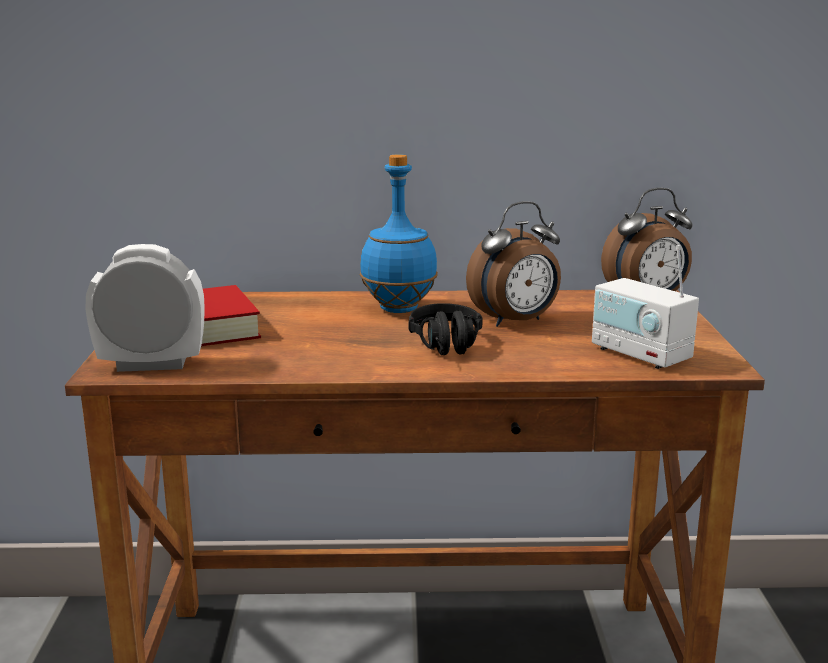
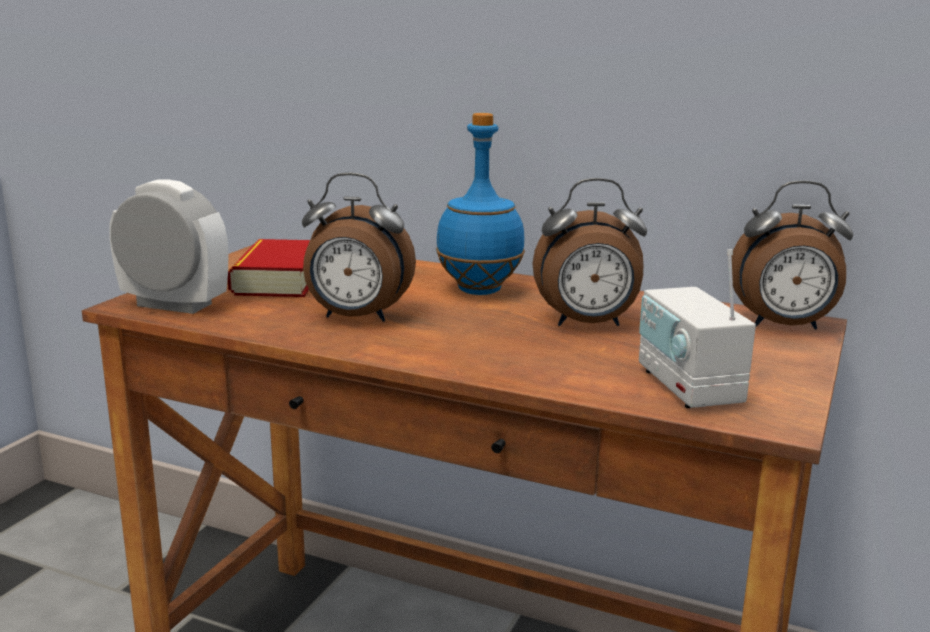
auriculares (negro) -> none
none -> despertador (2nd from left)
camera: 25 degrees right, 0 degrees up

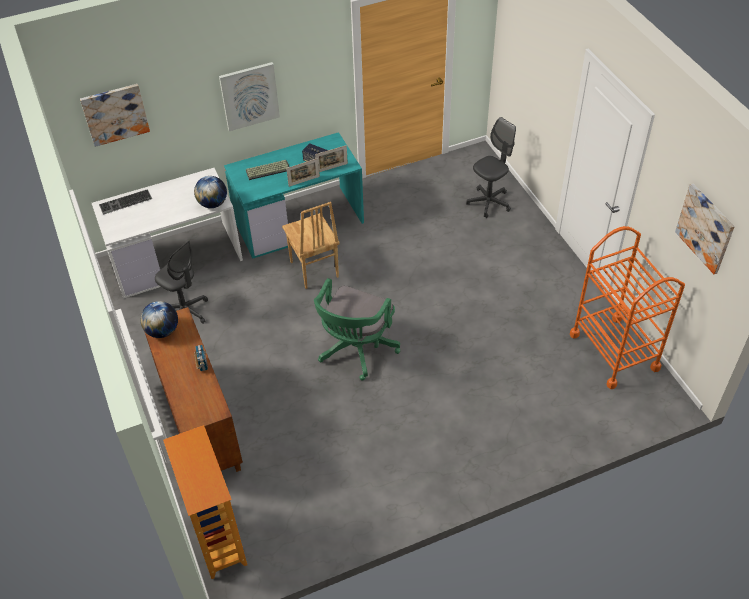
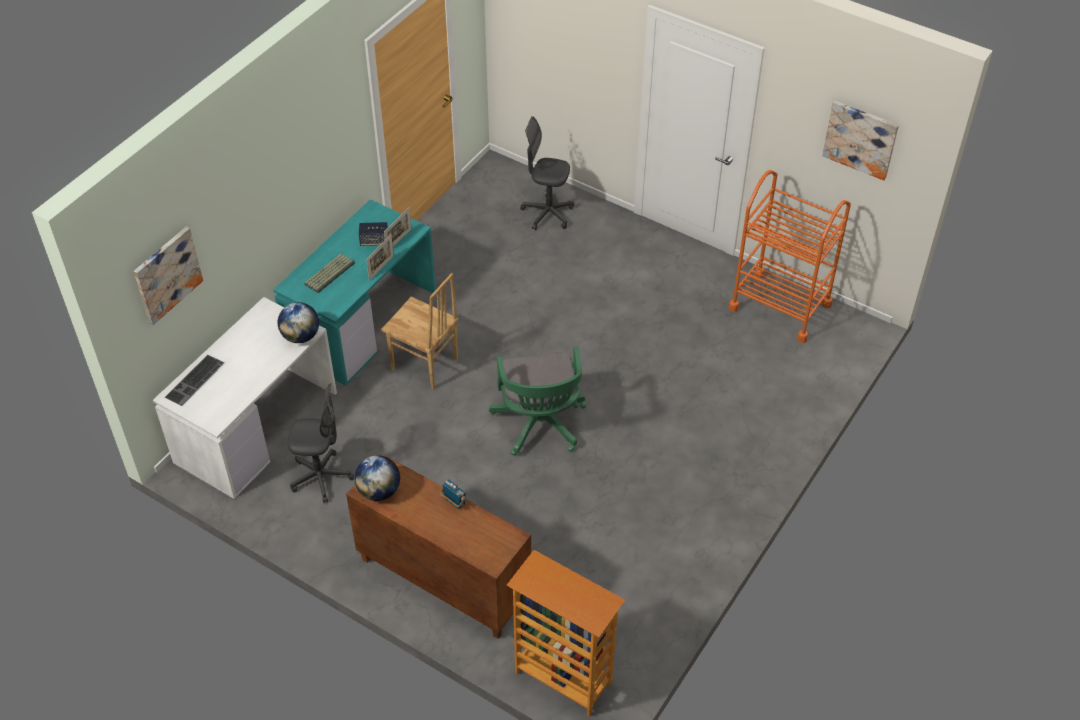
cuadro (2nd from left) -> none
silla de oficina (gris) (2nd from left), 90 degrees counterclockwise
camera: 35 degrees left, 0 degrees up

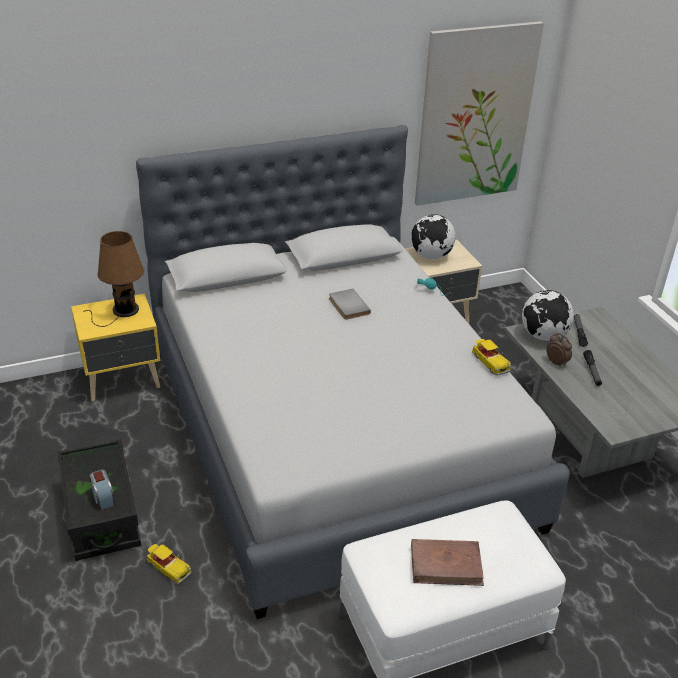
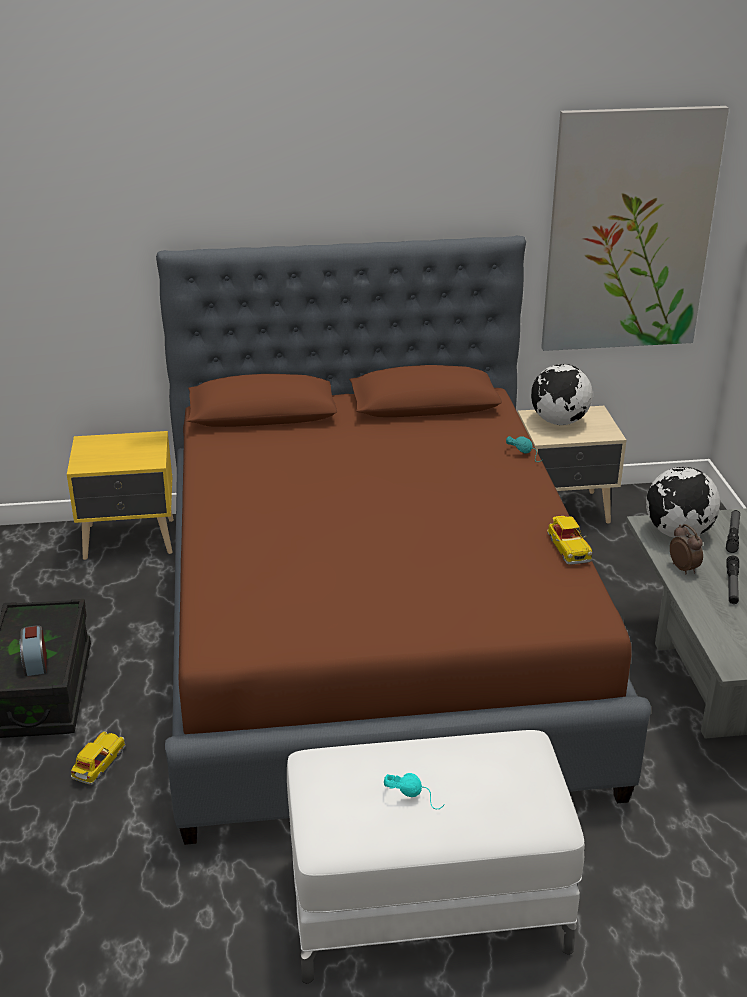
lámpara de mesa (marrón) -> none
cama (gris) -> cama (marrón)
coche de juguete (1st from left), 120 degrees counterclockwise
libro (gris) -> none
libro (marrón) -> auriculares (turquesa) (1st from left)
camera: 15 degrees right, 5 degrees down

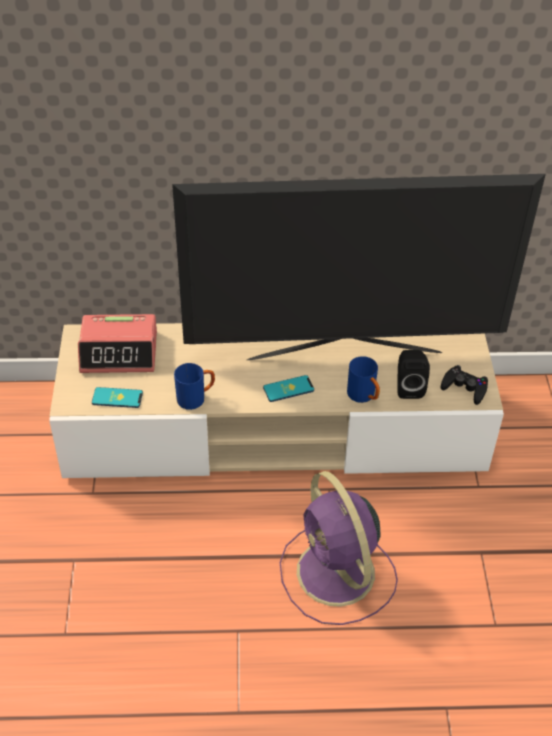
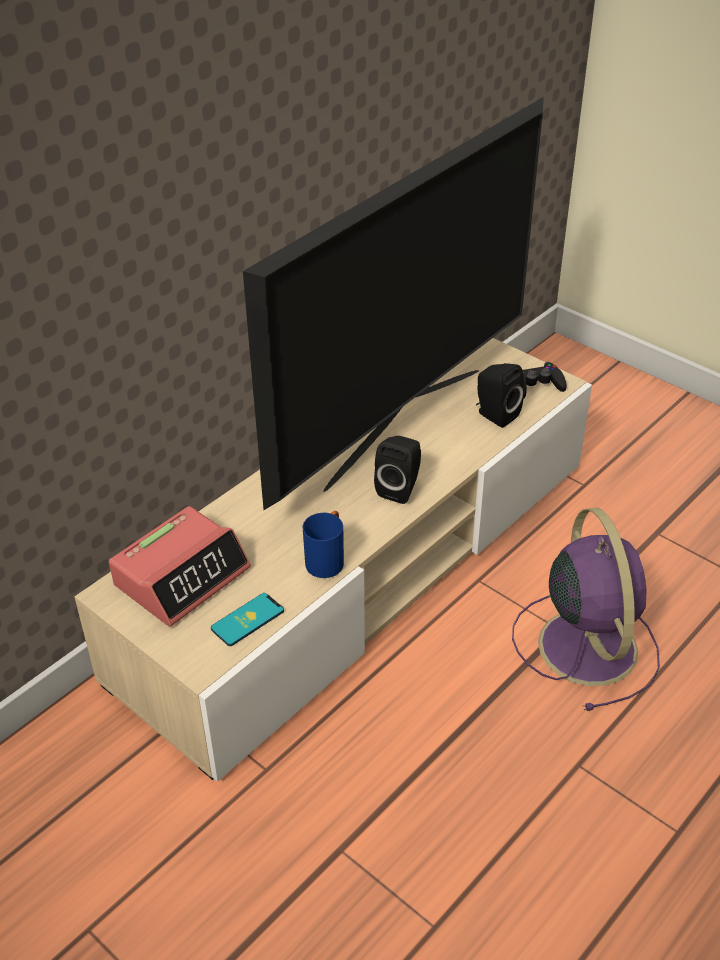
móvil (2nd from left) -> altavoz (negro) (1st from left)
ventilador (morado), 120 degrees counterclockwise
taza grande (azul) (2nd from left) -> none
camera: 45 degrees left, 5 degrees down

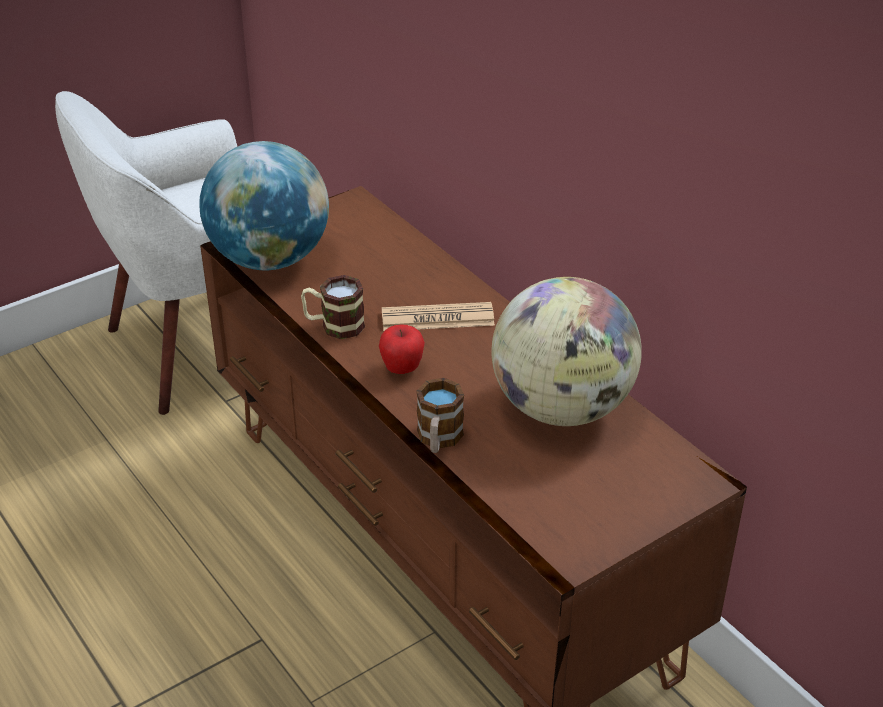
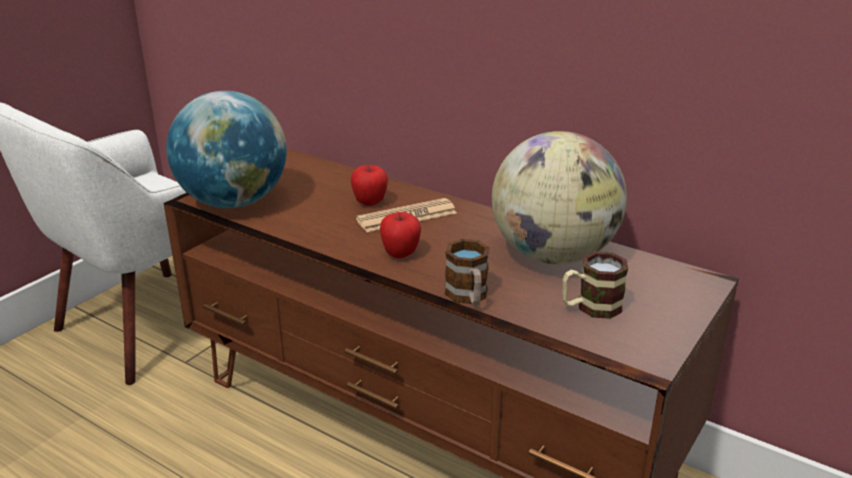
taza grande (1st from left in the first image) -> taza grande (2nd from left), moved
none -> manzana (1st from left)
camera: 20 degrees left, 10 degrees down

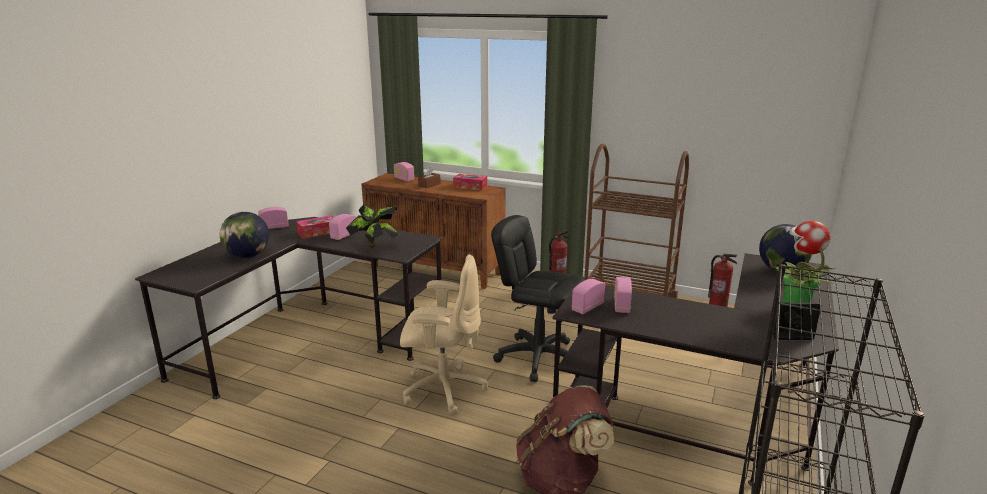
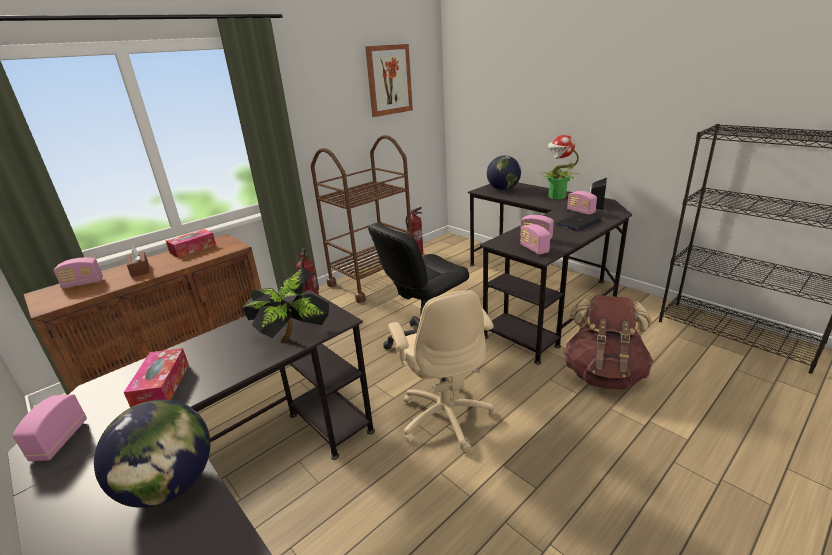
radio (2nd from left in the first image) -> radio (5th from left), moved
silla de oficina (beis), 135 degrees clockwise
none -> cuadro
none -> portátil
camera: 65 degrees left, 5 degrees up

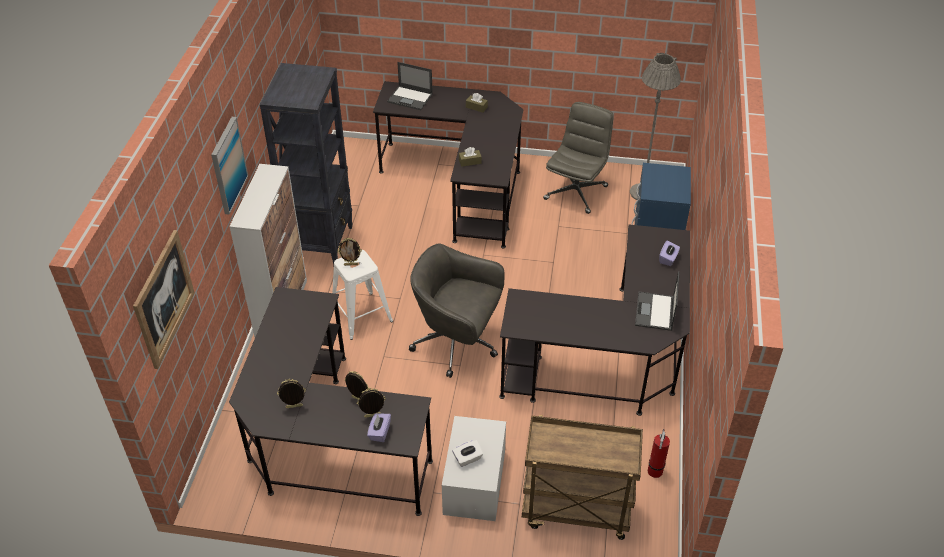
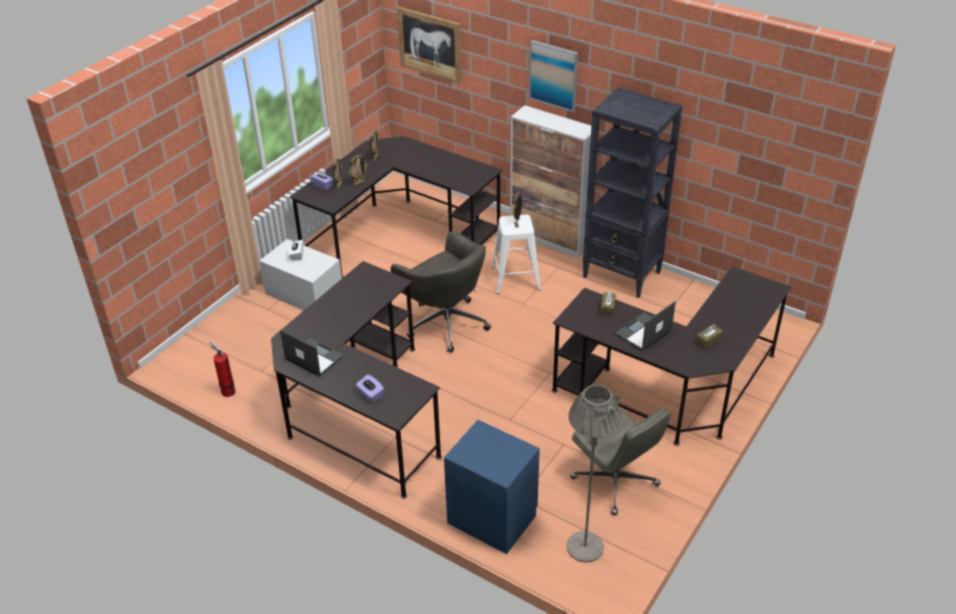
portátil (1st from left in the first image) -> portátil (2nd from left), moved
silla de oficina (gris) (1st from left), 90 degrees clockwise
carrito (marrón) -> none
camera: 115 degrees right, 5 degrees down

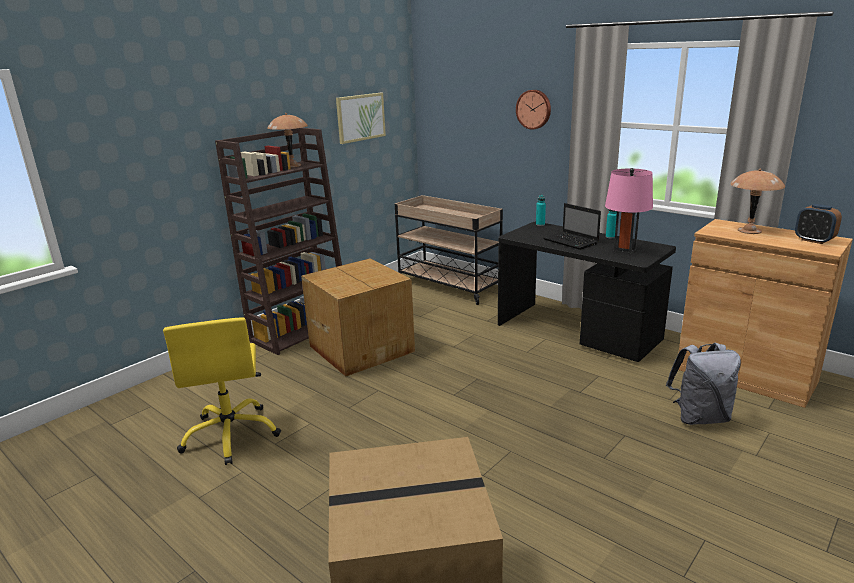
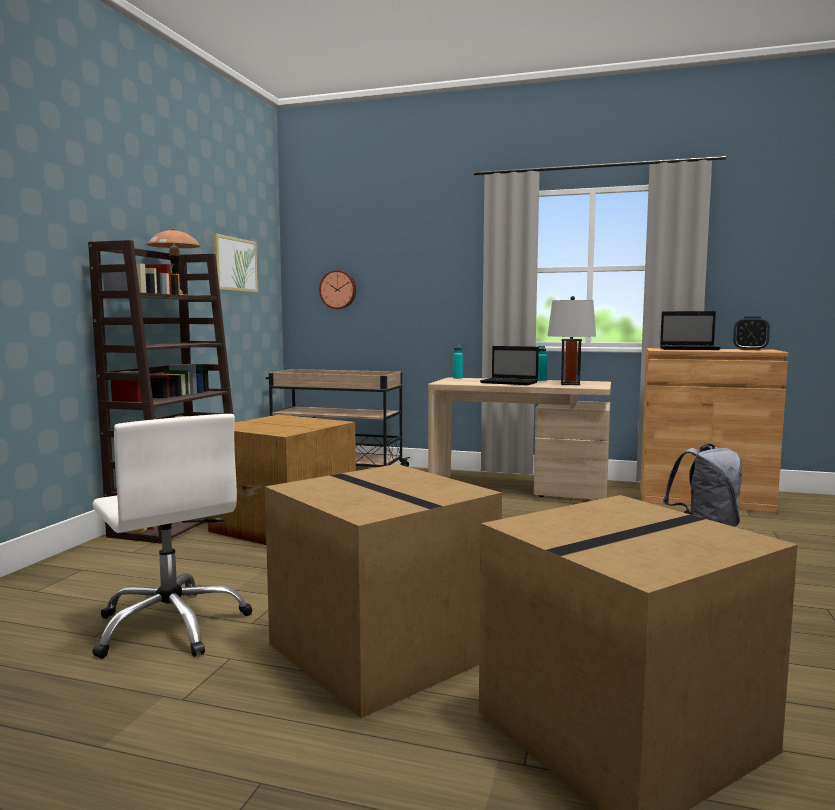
silla de oficina (amarillo) -> silla de oficina (blanco)
escritorio (negro) -> escritorio (beis)
reloj de pared, moved
lámpara de mesa (rosa) -> lámpara de mesa (gris)
lámpara de mesa (marrón) (2nd from left) -> portátil (2nd from left)
none -> caja de cartón (2nd from left)
camera: 25 degrees left, 15 degrees down

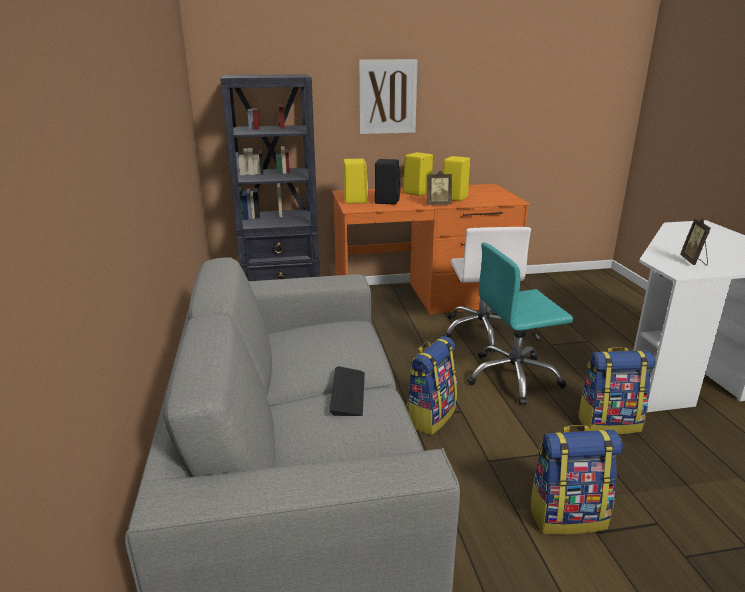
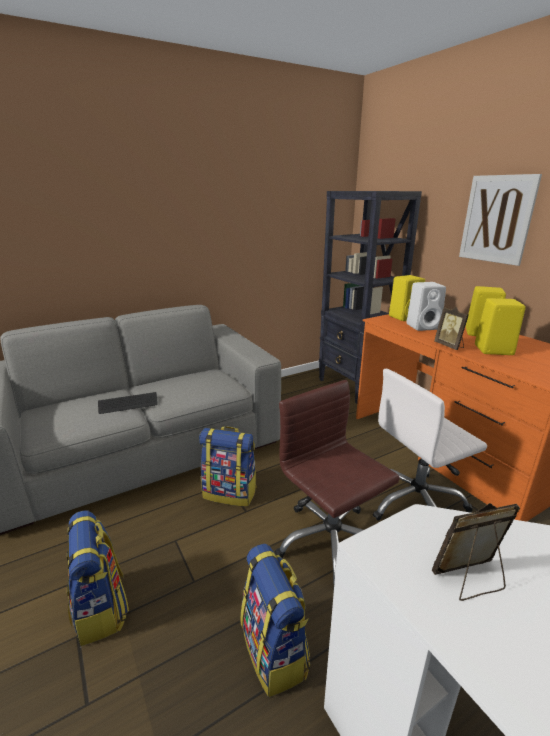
altavoz (negro) -> altavoz (blanco)
silla de oficina (turquesa) -> silla de oficina (marrón)
camera: 70 degrees right, 0 degrees up

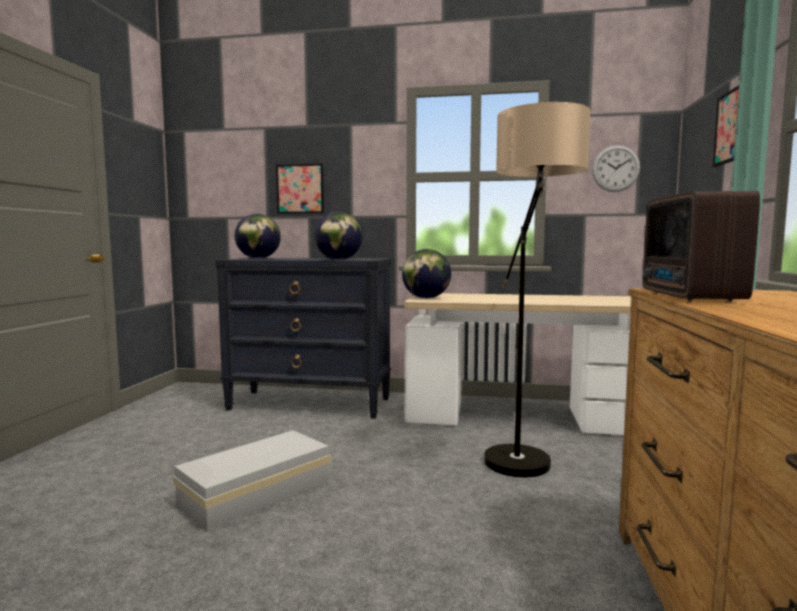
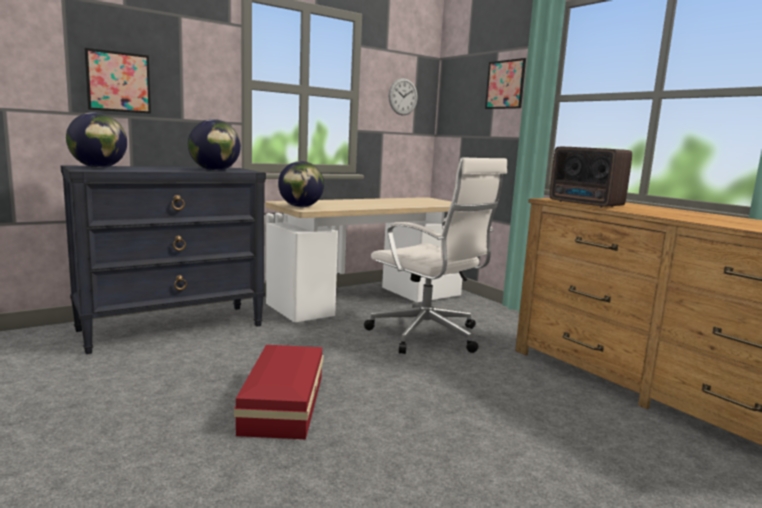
caja de almacenaje (blanco) -> caja de almacenaje (rojo)
lámpara de pie -> silla de oficina (blanco)
camera: 45 degrees left, 5 degrees up

